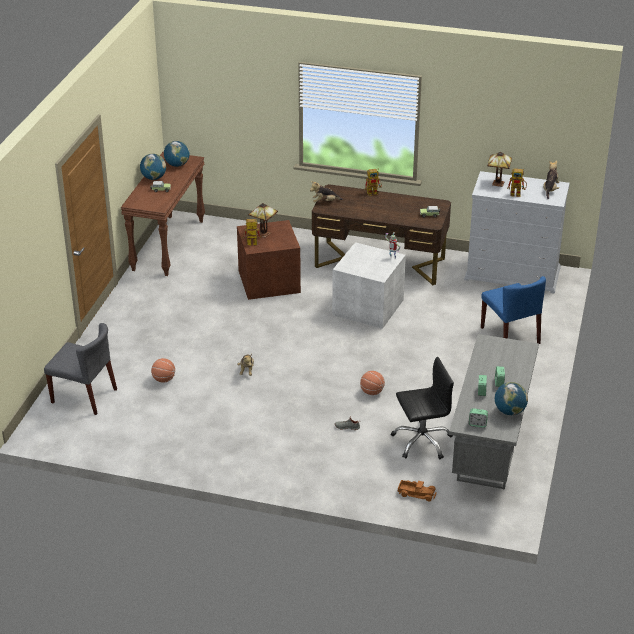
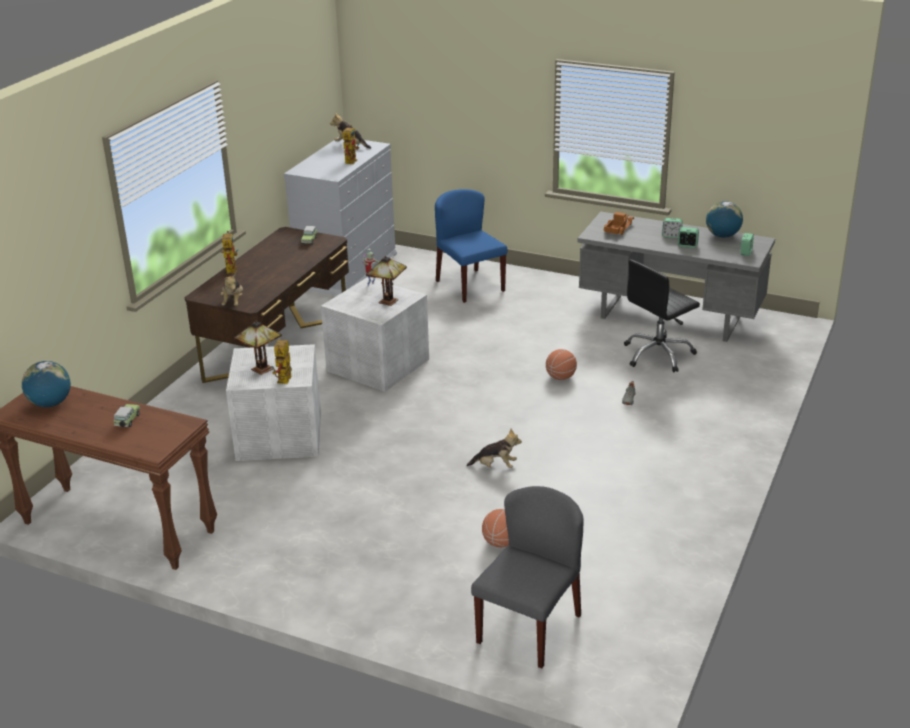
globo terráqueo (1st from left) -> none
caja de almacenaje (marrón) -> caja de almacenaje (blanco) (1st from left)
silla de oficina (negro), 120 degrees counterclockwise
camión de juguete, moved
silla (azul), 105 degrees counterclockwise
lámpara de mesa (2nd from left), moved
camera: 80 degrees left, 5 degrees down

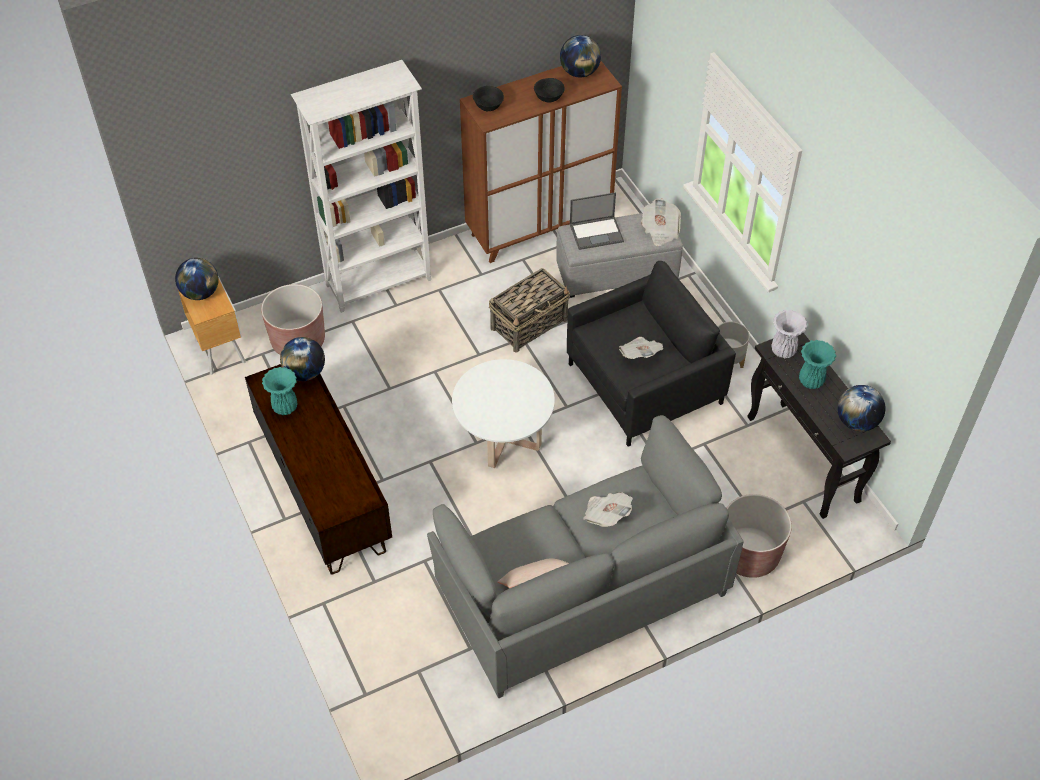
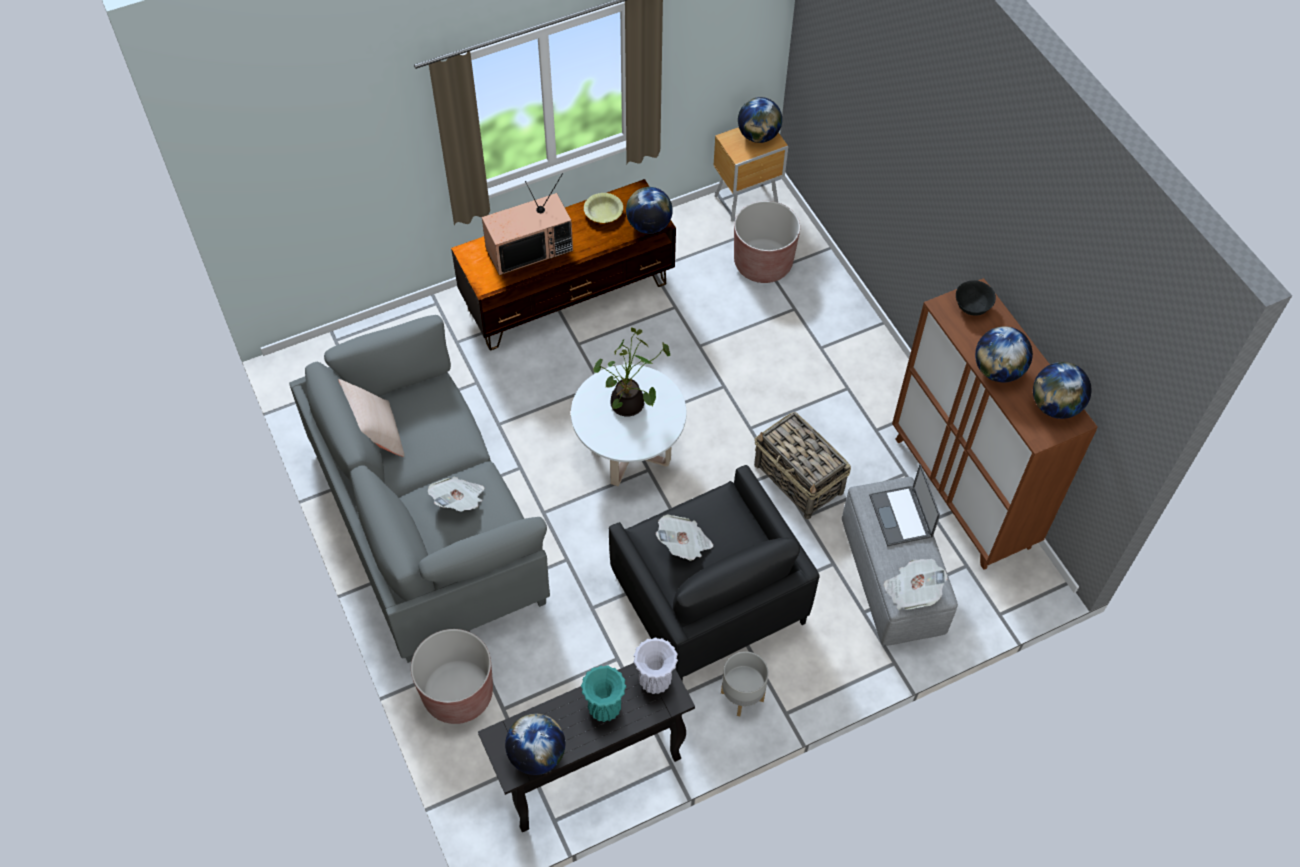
florero (turquesa) (1st from left) -> cuenco (amarillo)
estantería (blanco) -> none
cuenco (negro) (2nd from left) -> globo terráqueo (4th from left)
none -> televisor
none -> planta en maceta
camera: 90 degrees right, 5 degrees up

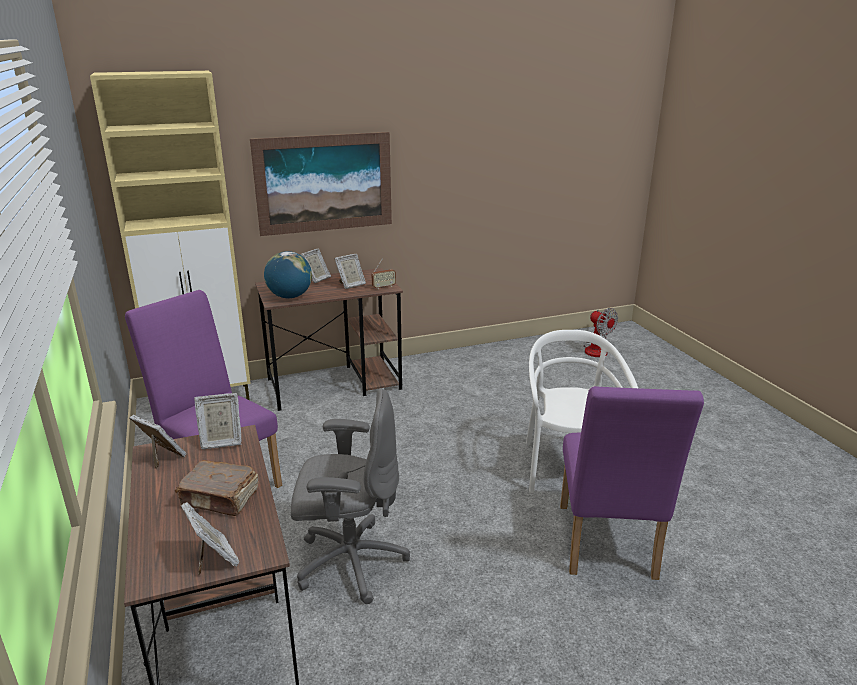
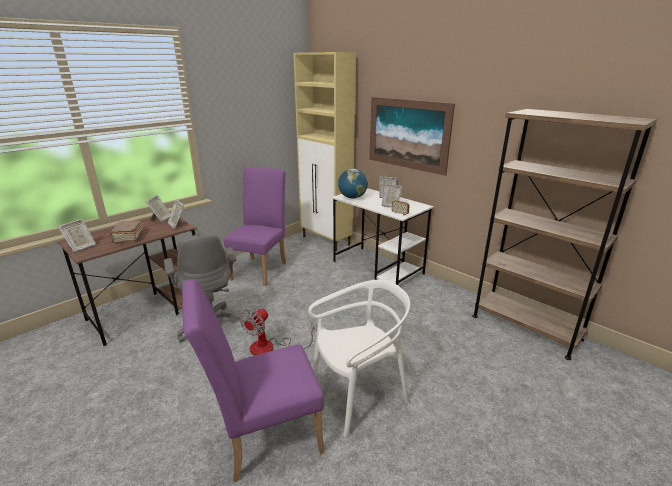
escritorio (marrón) (2nd from left) -> escritorio (blanco)
ventilador, moved
none -> estantería (marrón)
camera: 65 degrees right, 0 degrees up

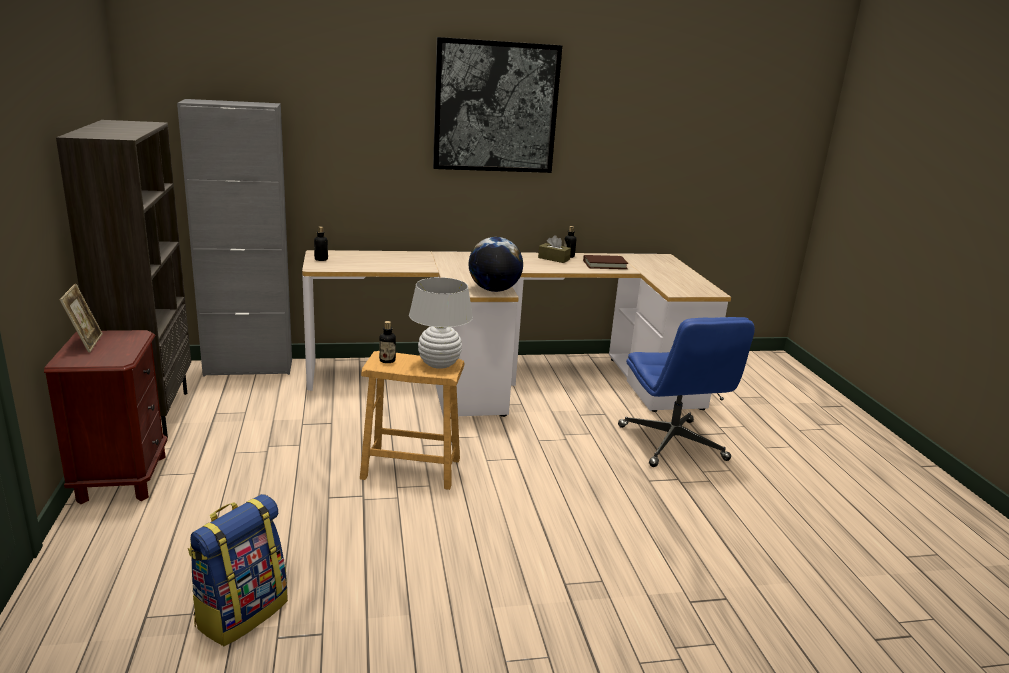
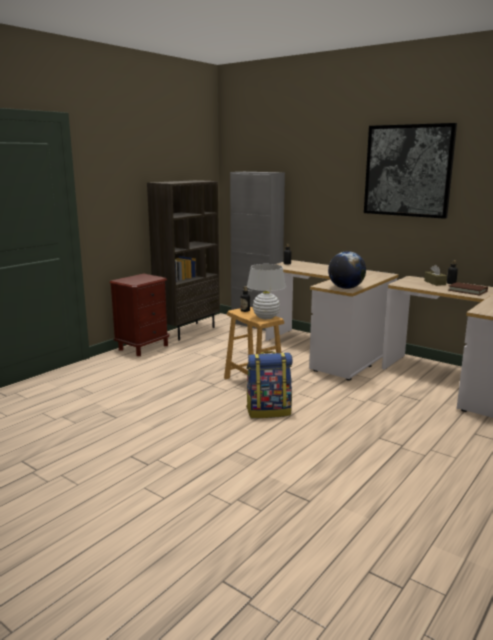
portarretratos -> none
mochila, moved
silla de oficina (azul) -> none
camera: 50 degrees right, 5 degrees down

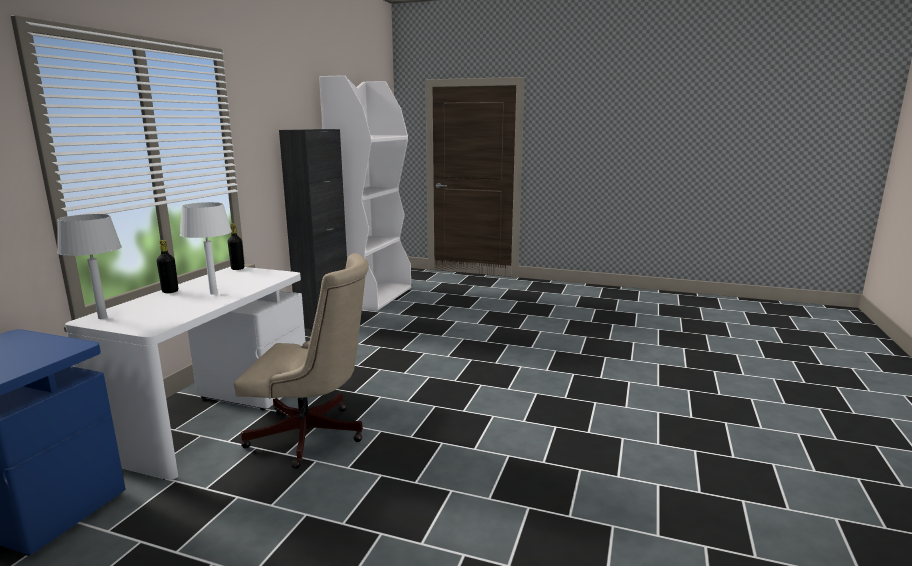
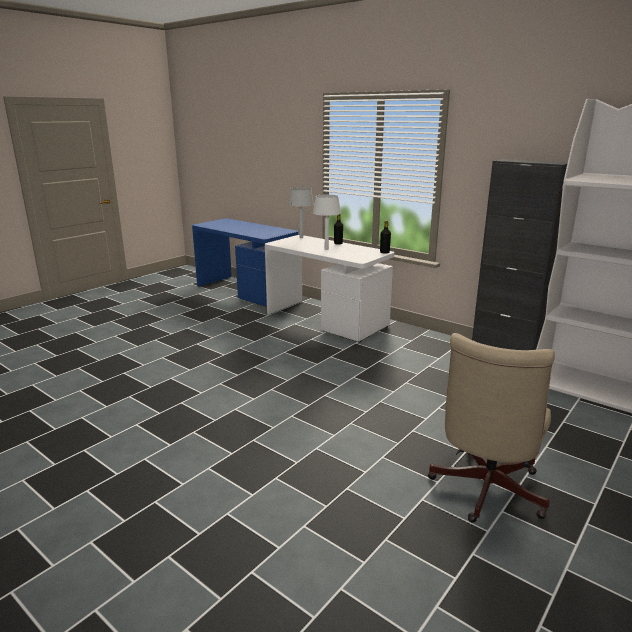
silla de oficina (beis), moved
camera: 110 degrees right, 5 degrees up

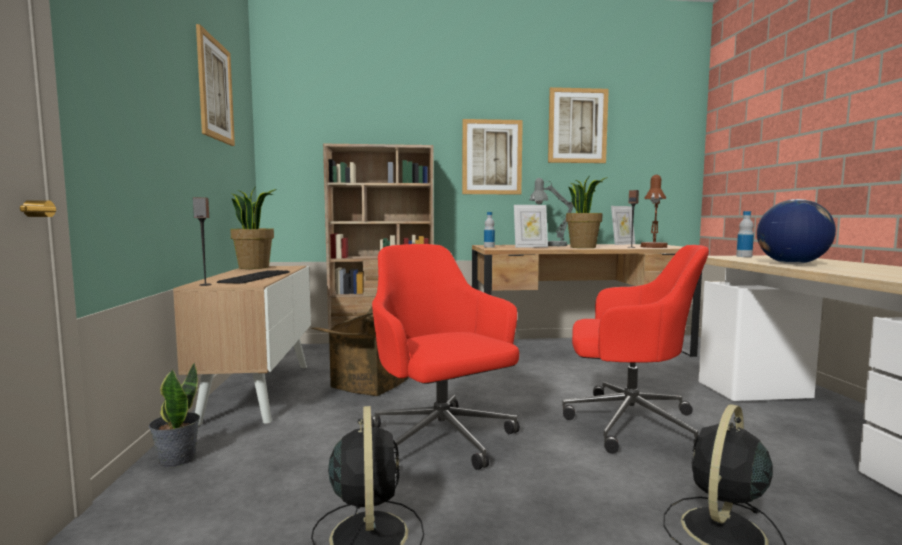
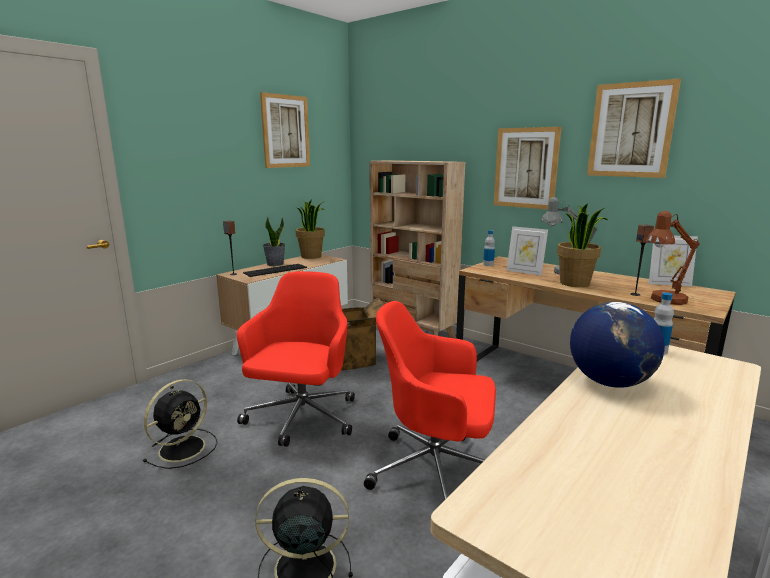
planta en maceta (1st from left), moved
silla de oficina (rojo) (2nd from left), 135 degrees clockwise
camera: 45 degrees right, 10 degrees up

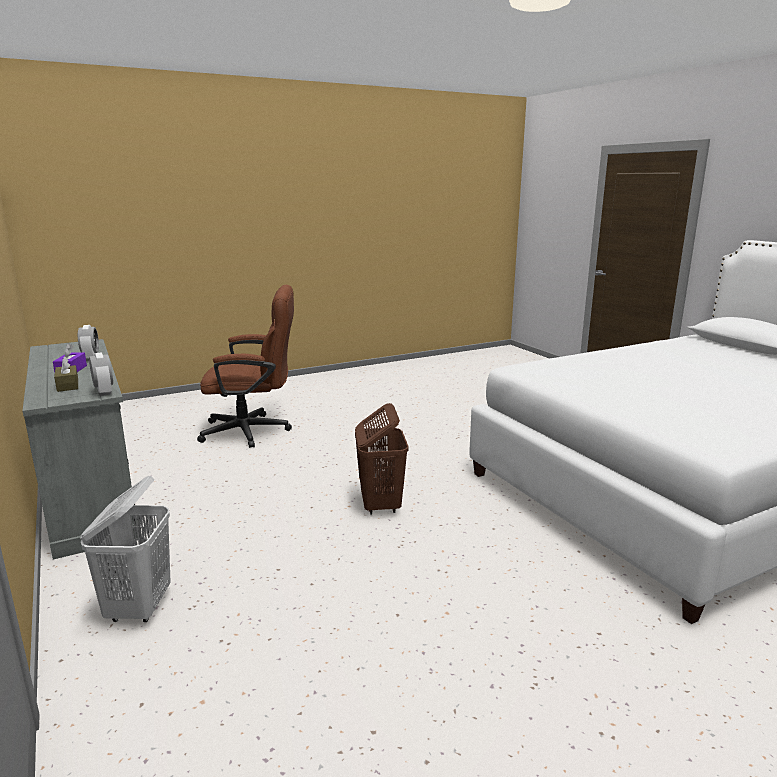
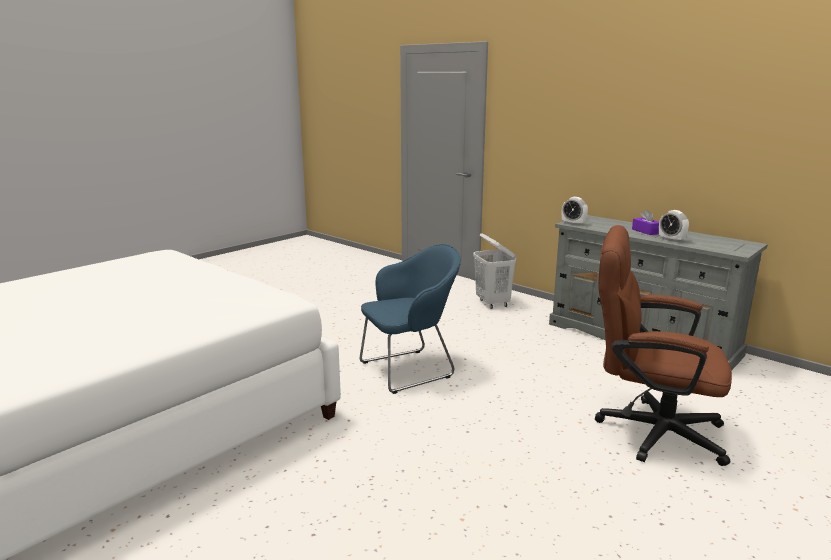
caja de pañuelos (marrón) -> none
silla de oficina (marrón), 45 degrees clockwise
cesto de la ropa (marrón) -> sillón (azul)
camera: 160 degrees right, 0 degrees up

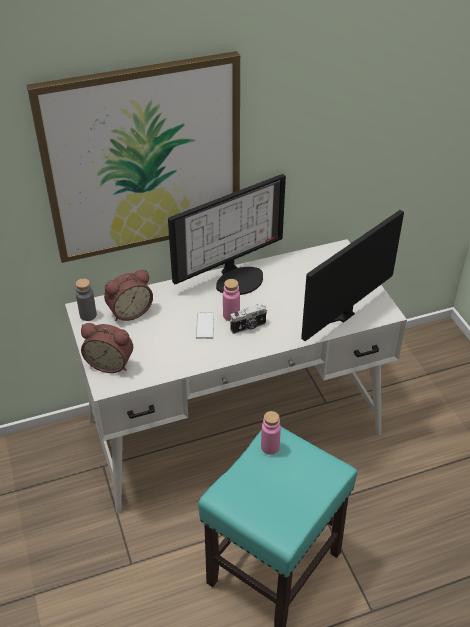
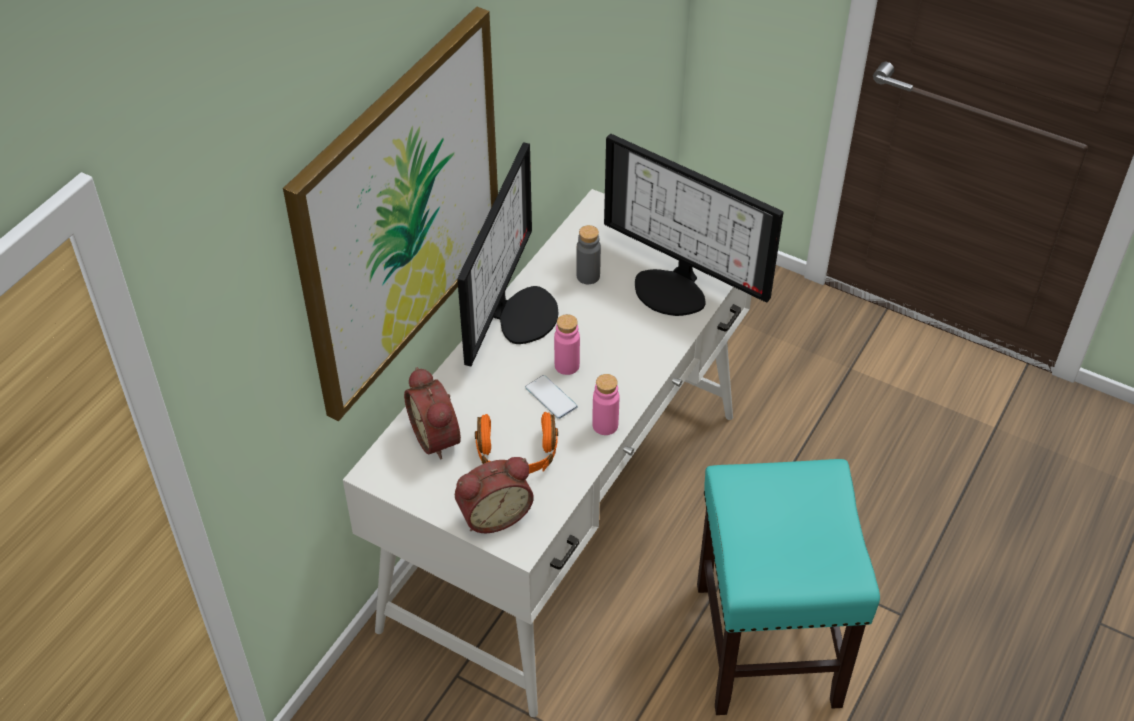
botella (gris), moved
despertador (2nd from left in the first image) -> despertador (1st from left), 135 degrees clockwise
cámara -> none
botella (rosa) (2nd from left), moved
monitor (2nd from left), 60 degrees counterclockwise
none -> auriculares (naranja)
camera: 40 degrees left, 5 degrees up

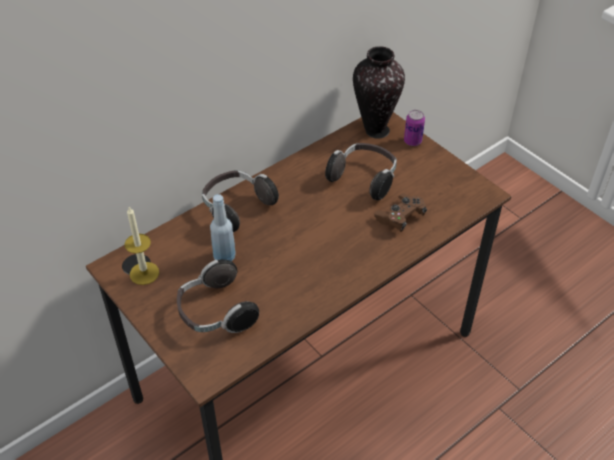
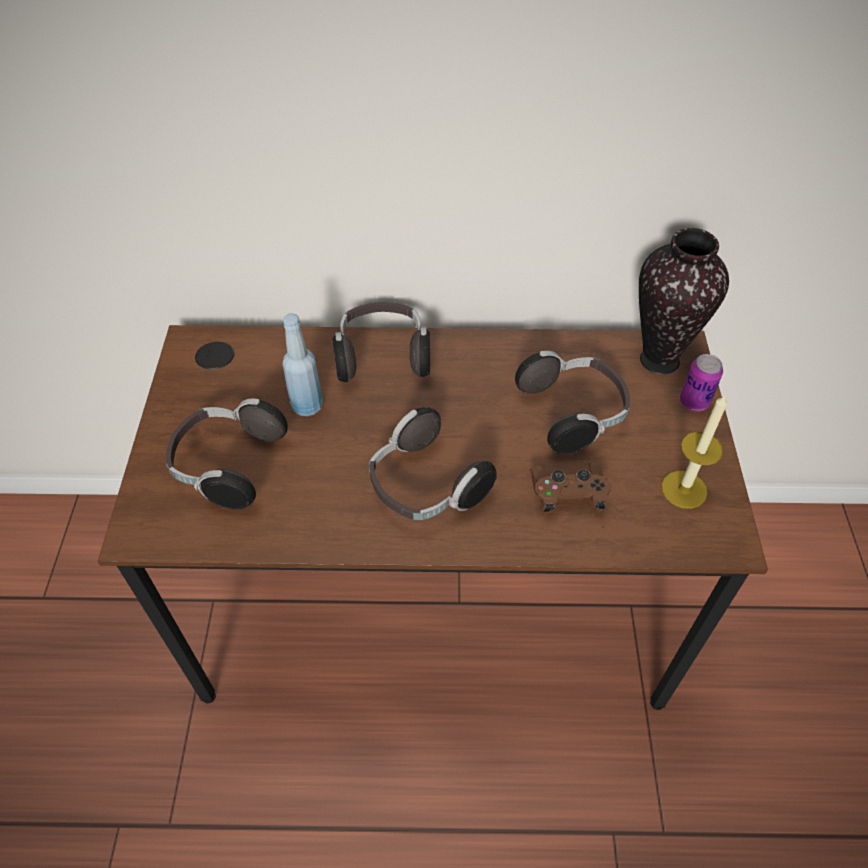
vela, moved
none -> auriculares (3rd from left)
camera: 40 degrees right, 5 degrees up

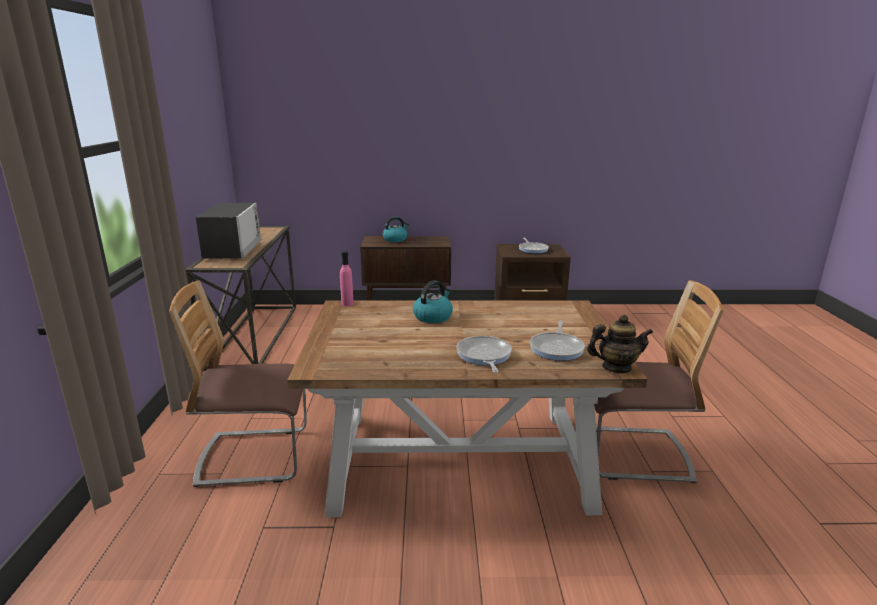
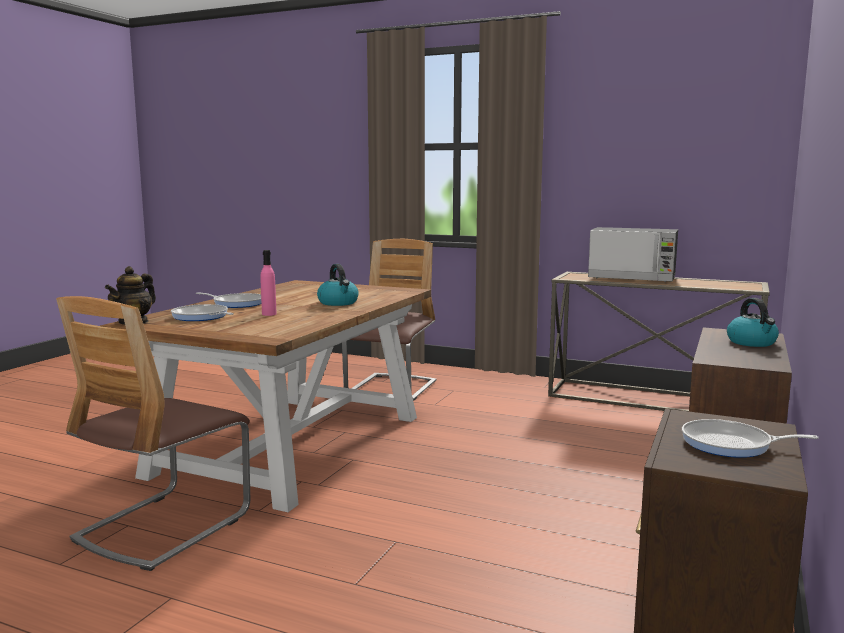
botella (rosa), moved
camera: 115 degrees right, 10 degrees down

